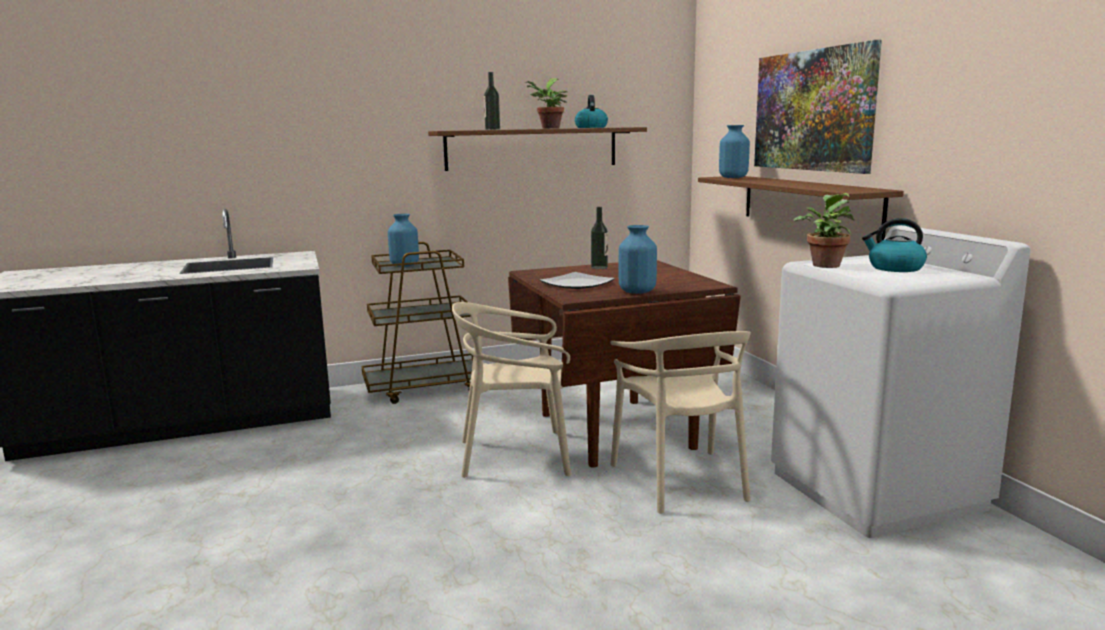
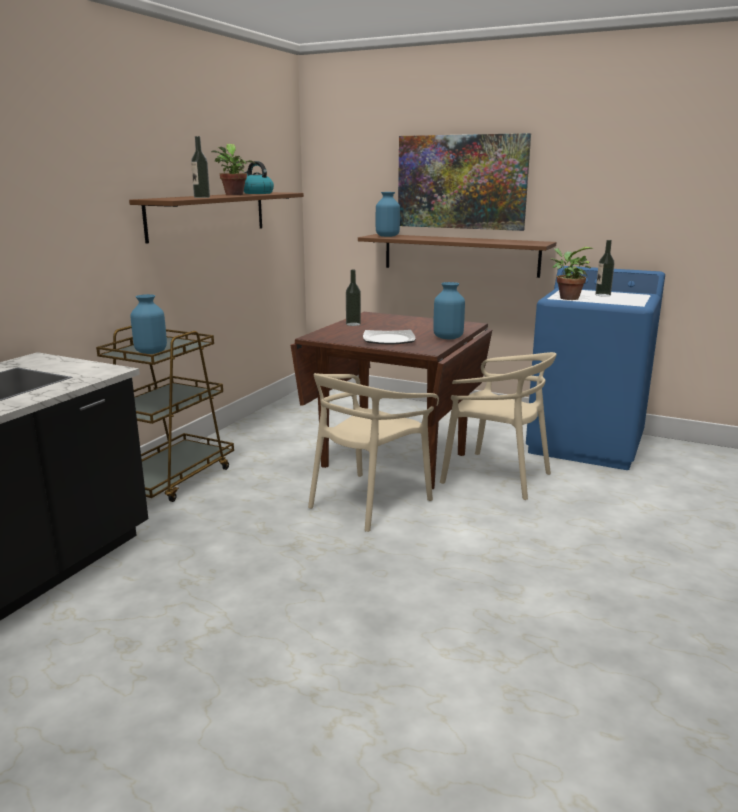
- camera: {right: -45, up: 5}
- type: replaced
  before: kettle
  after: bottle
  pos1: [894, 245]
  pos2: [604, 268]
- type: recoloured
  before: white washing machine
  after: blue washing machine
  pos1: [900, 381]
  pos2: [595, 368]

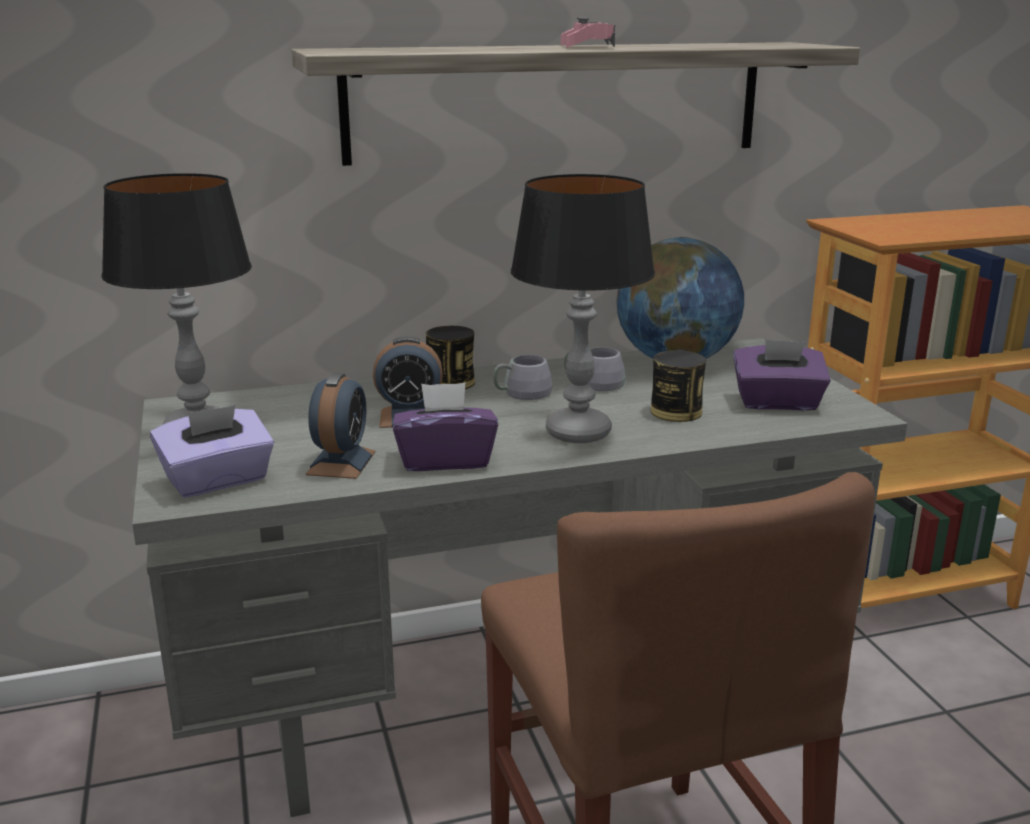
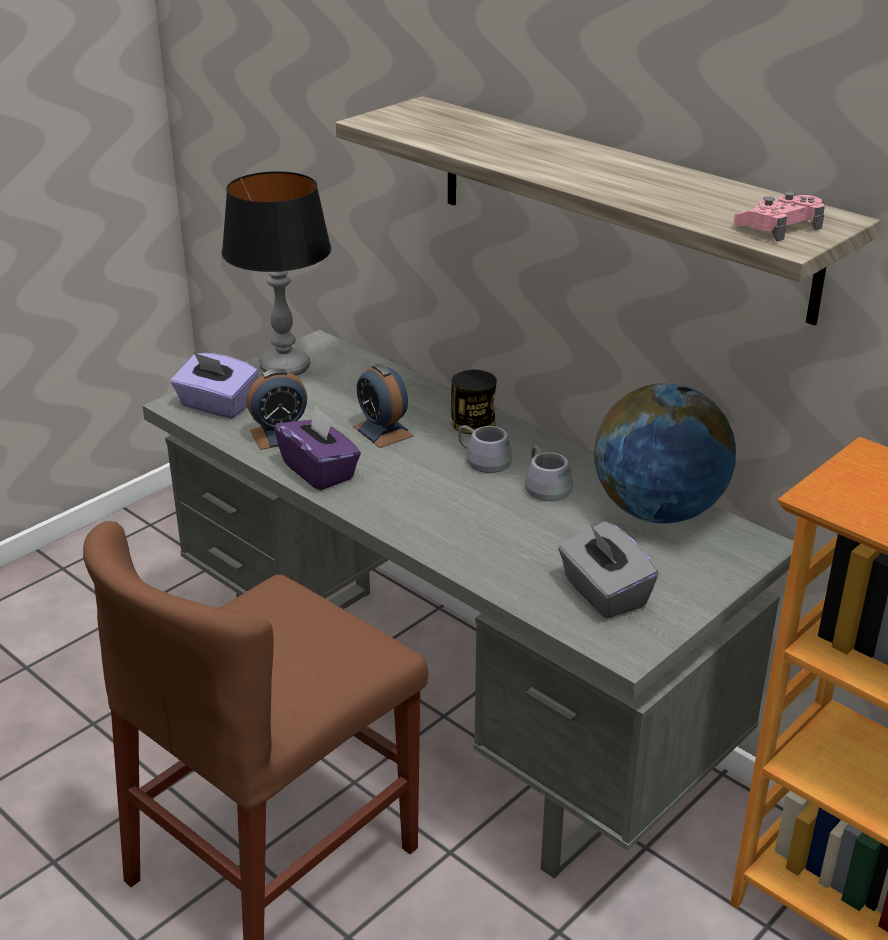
- camera: {right: 60, up: 10}
- type: removed
  before: table lamp
  pos1: [583, 308]
- type: removed
  before: can
  pos1: [678, 386]
- type: moved
  before: pink game controller
  pos1: [588, 32]
  pos2: [779, 216]
- type: recoloured
  before: purple tissue box
  after: grey tissue box
  pos1: [782, 375]
  pos2: [608, 570]

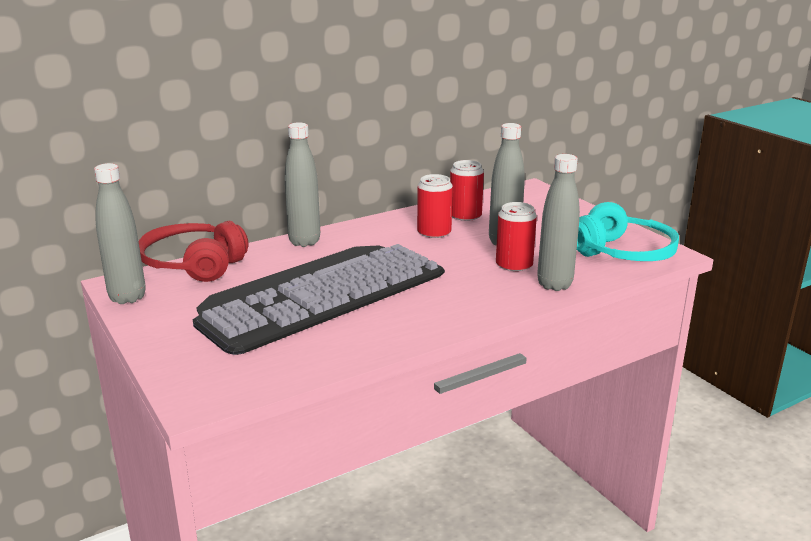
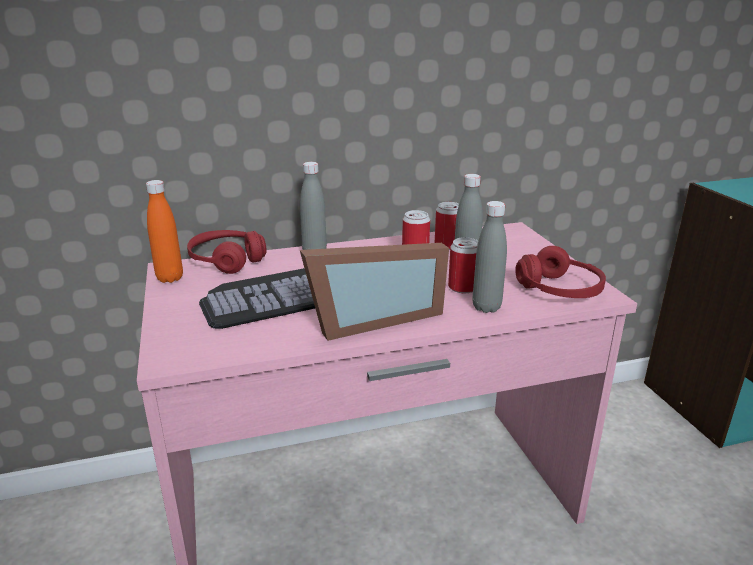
- camera: {right: 15, up: 0}
- type: added
  after: picture frame
  pos2: [374, 292]
- type: recoloured
  before: grey bottle
  after: orange bottle
  pos1: [120, 233]
  pos2: [164, 231]
- type: recoloured
  before: turquoise headphones
  after: red headphones
  pos1: [628, 231]
  pos2: [561, 272]

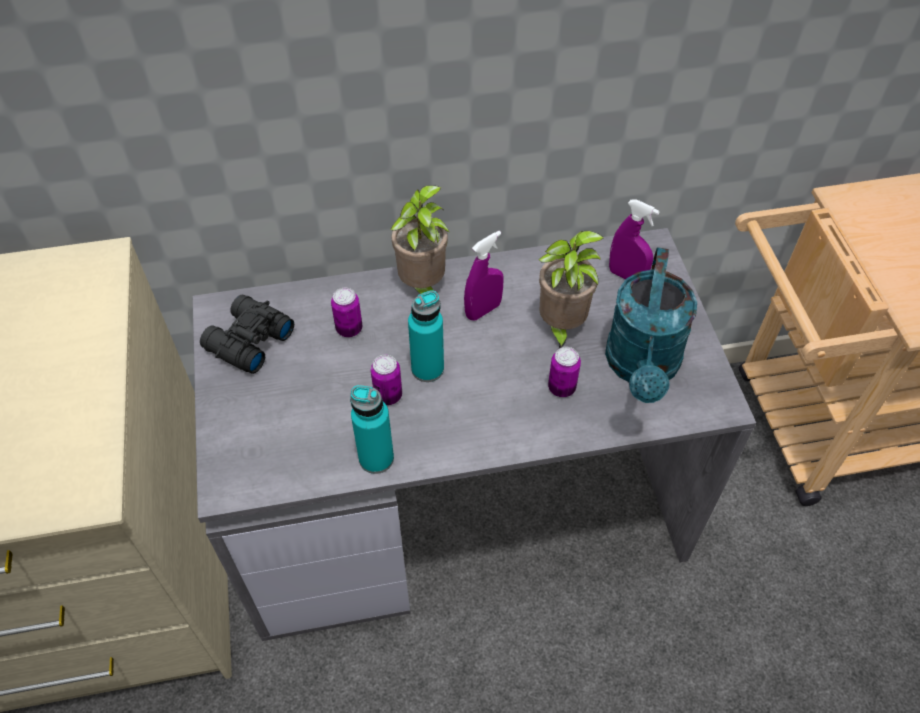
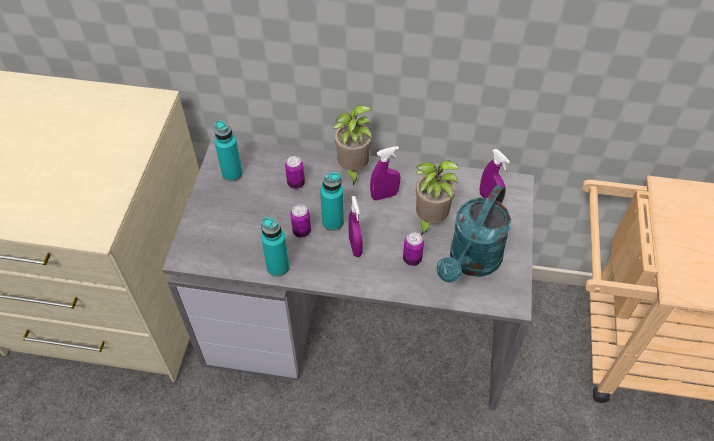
- camera: {right: 20, up: 0}
- type: added
  after: purple spray bottle
  pos2: [355, 226]
- type: replaced
  before: black binoculars
  after: turquoise bottle
  pos1: [247, 334]
  pos2: [228, 151]

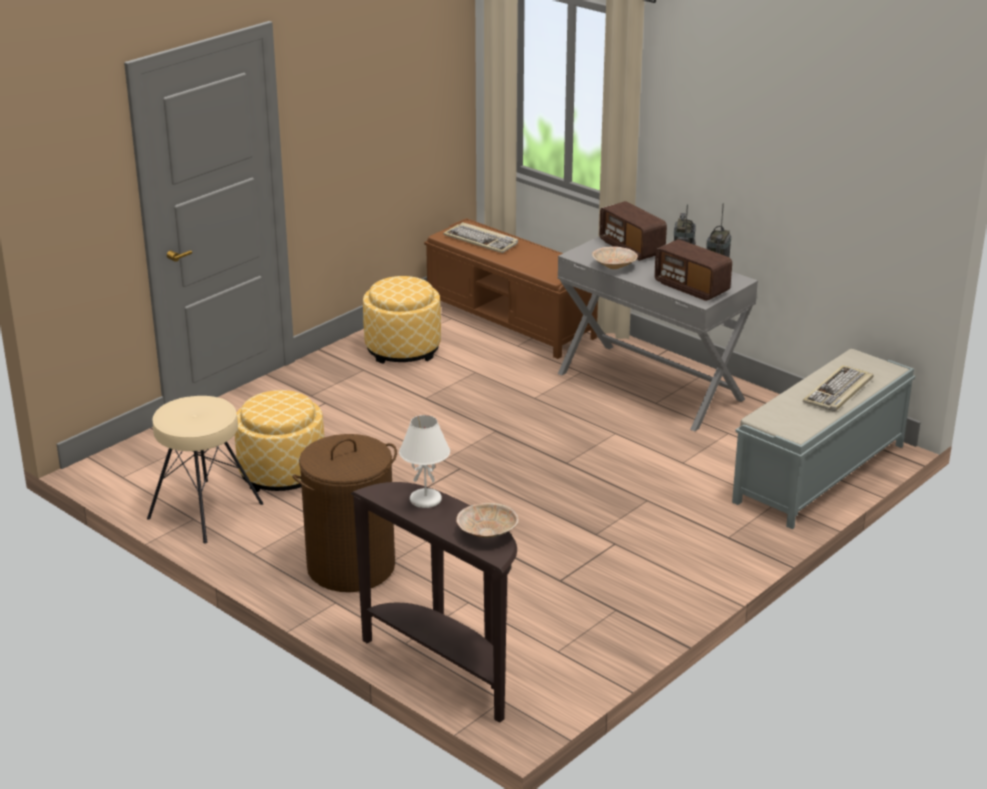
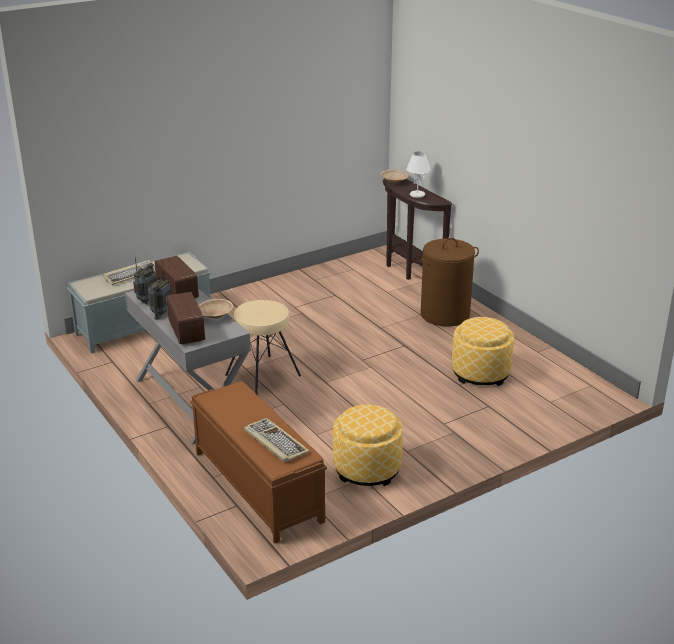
- camera: {right: -165, up: 0}
- type: moved
  before: beige stool
  pos1: [205, 470]
  pos2: [263, 347]

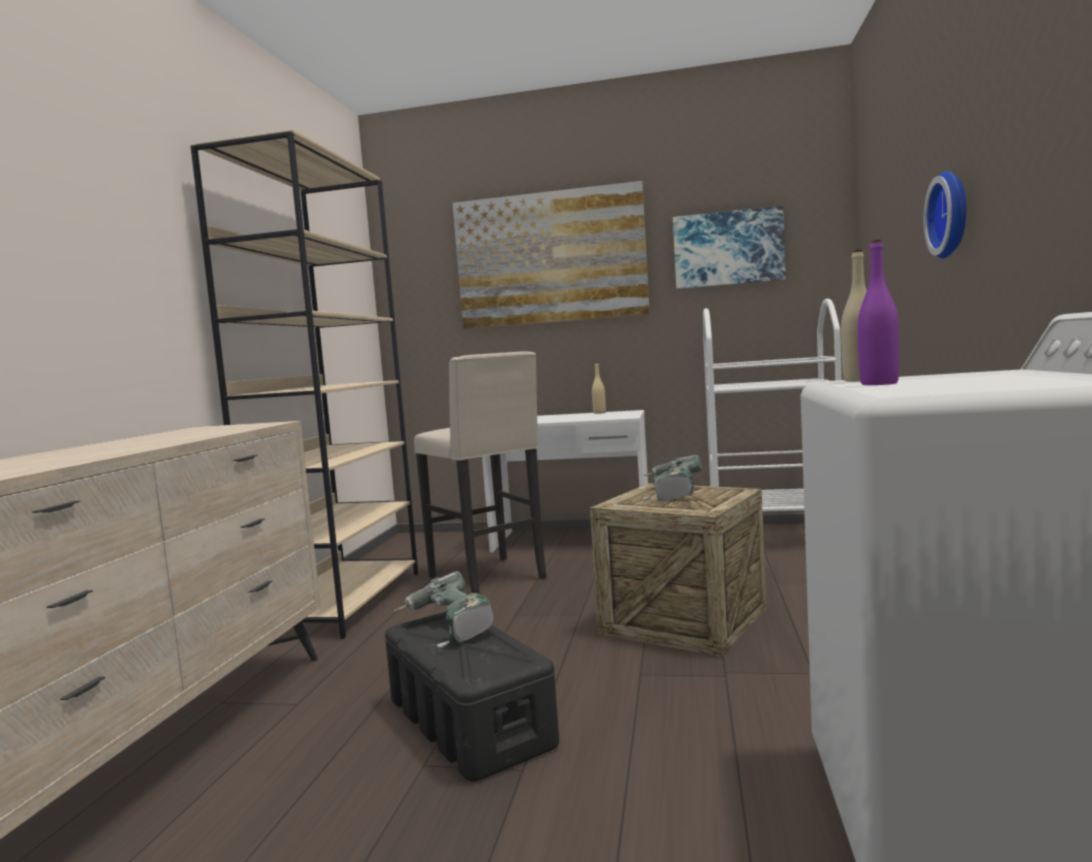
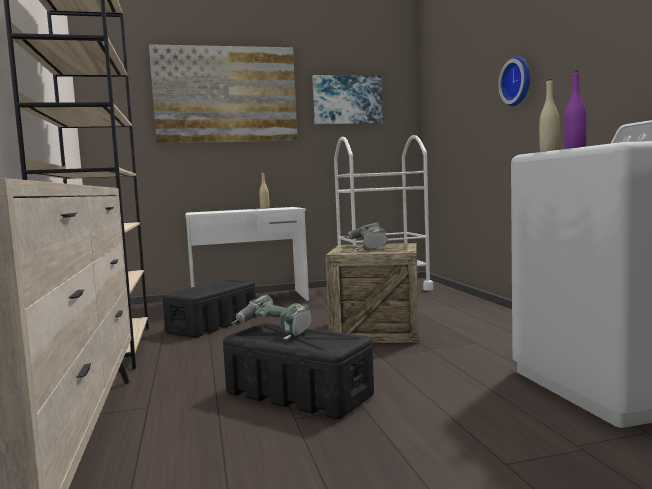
- camera: {right: -25, up: 0}
- type: replaced
  before: beige stool
  after: black storage box
  pos1: [480, 472]
  pos2: [209, 308]

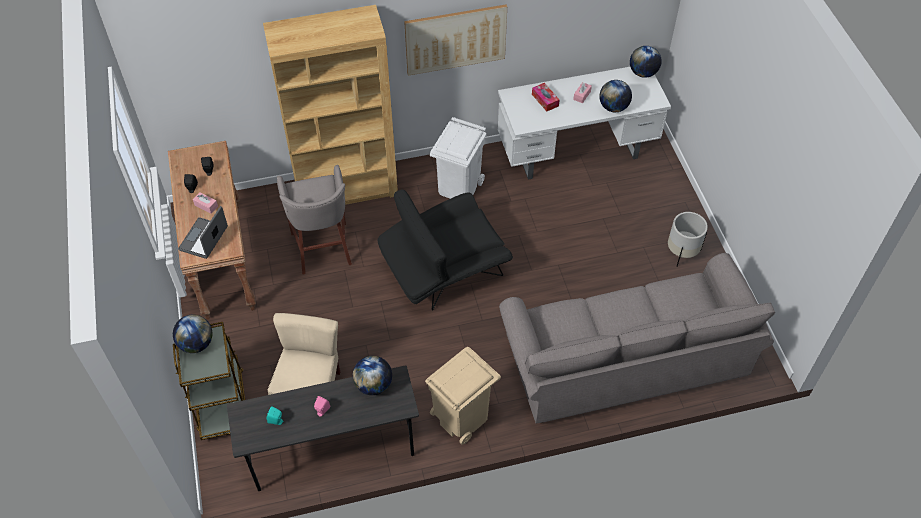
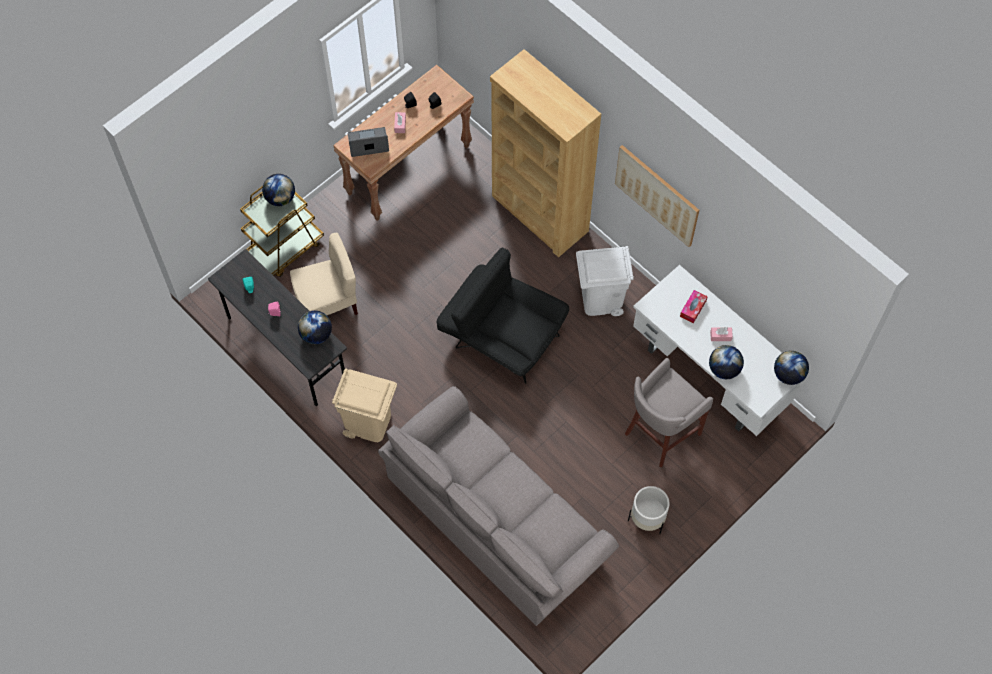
- camera: {right: 60, up: 10}
- type: moved
  before: grey stool
  pos1: [314, 220]
  pos2: [669, 413]

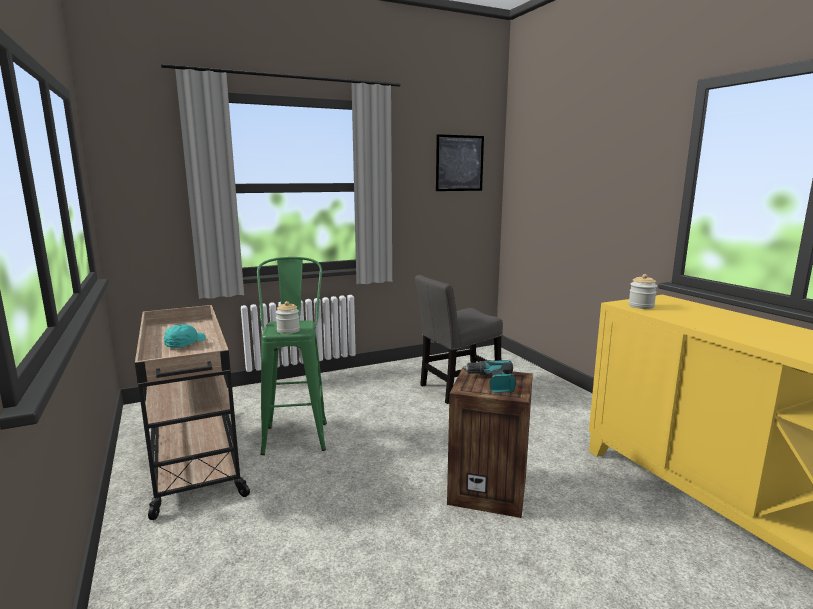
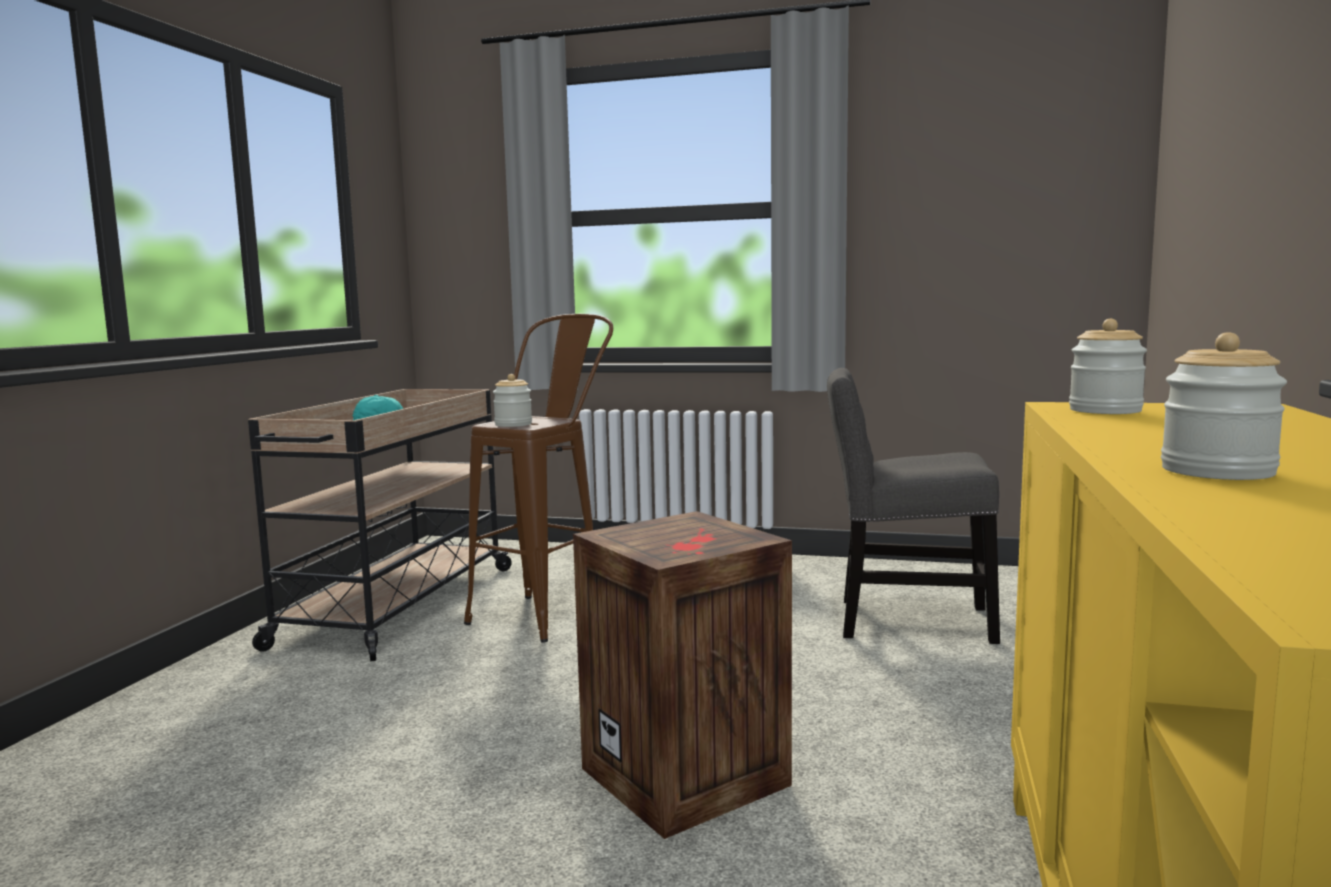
- camera: {right: 40, up: -5}
- type: removed
  before: picture
  pos1: [460, 162]
- type: removed
  before: power drill
  pos1: [488, 376]
- type: added
  after: jar
  pos2: [1224, 406]
- type: recoloured
  before: green stool
  after: brown stool
  pos1: [292, 356]
  pos2: [538, 478]

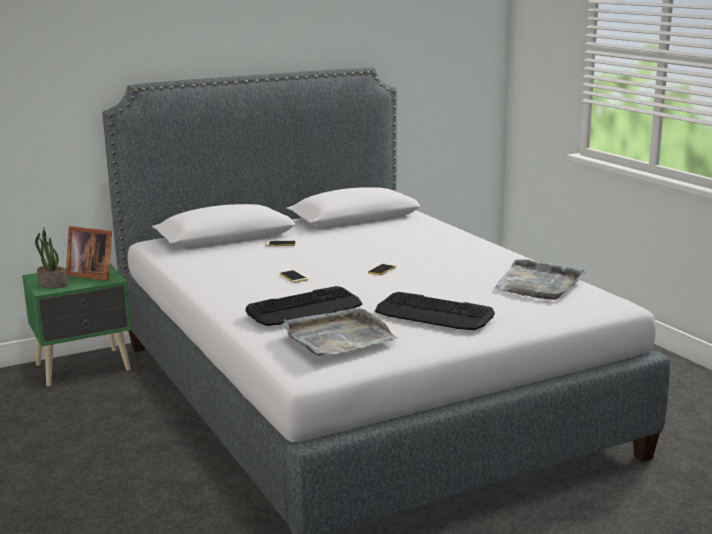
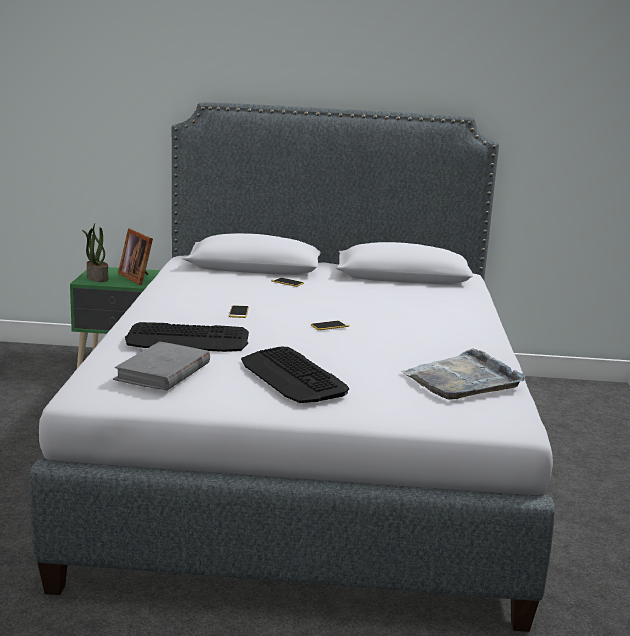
- camera: {right: 30, up: 0}
- type: replaced
  before: grey tray
  after: grey book
  pos1: [340, 332]
  pos2: [161, 366]

